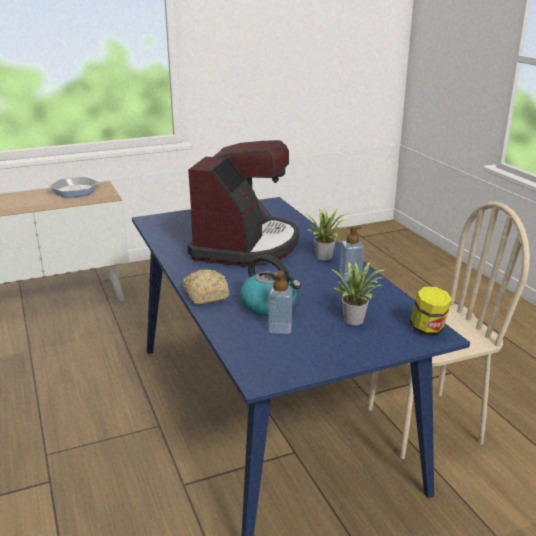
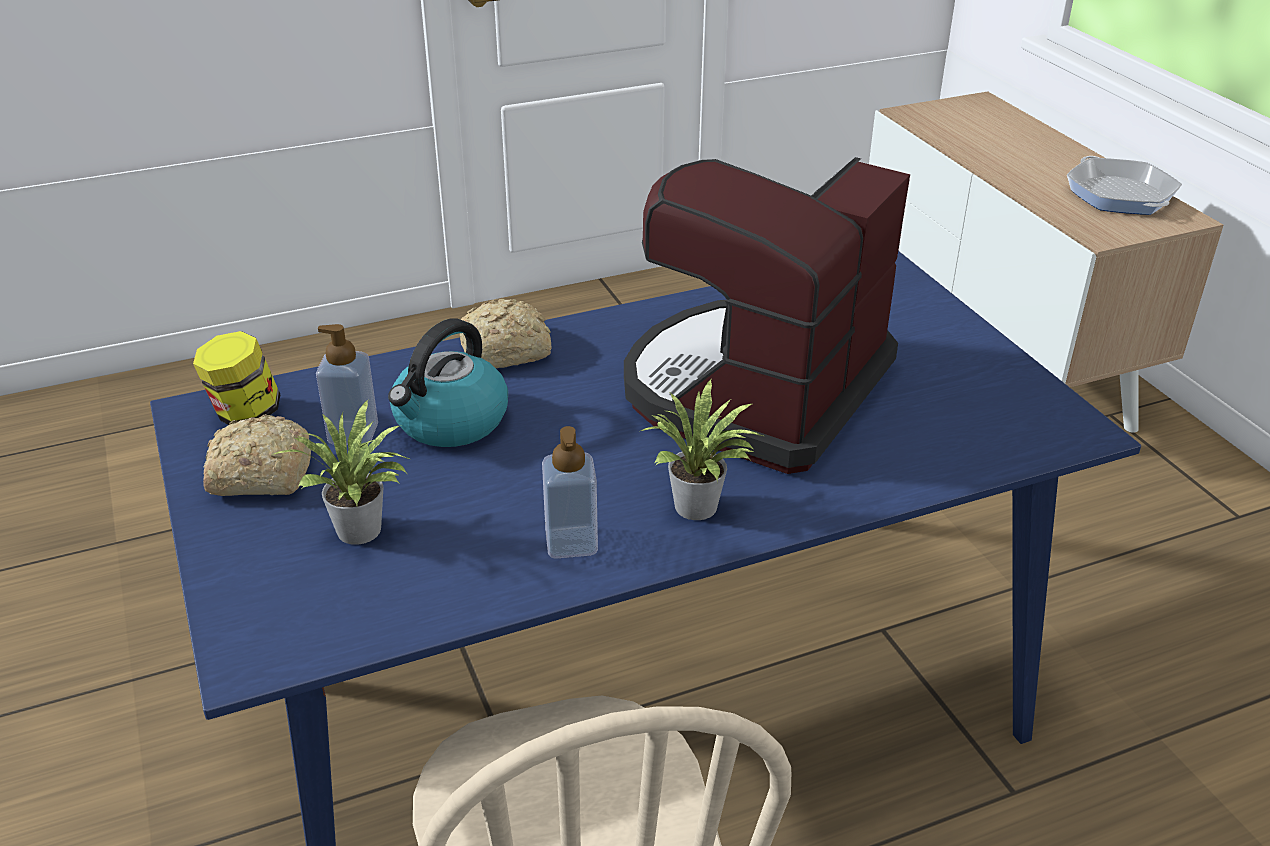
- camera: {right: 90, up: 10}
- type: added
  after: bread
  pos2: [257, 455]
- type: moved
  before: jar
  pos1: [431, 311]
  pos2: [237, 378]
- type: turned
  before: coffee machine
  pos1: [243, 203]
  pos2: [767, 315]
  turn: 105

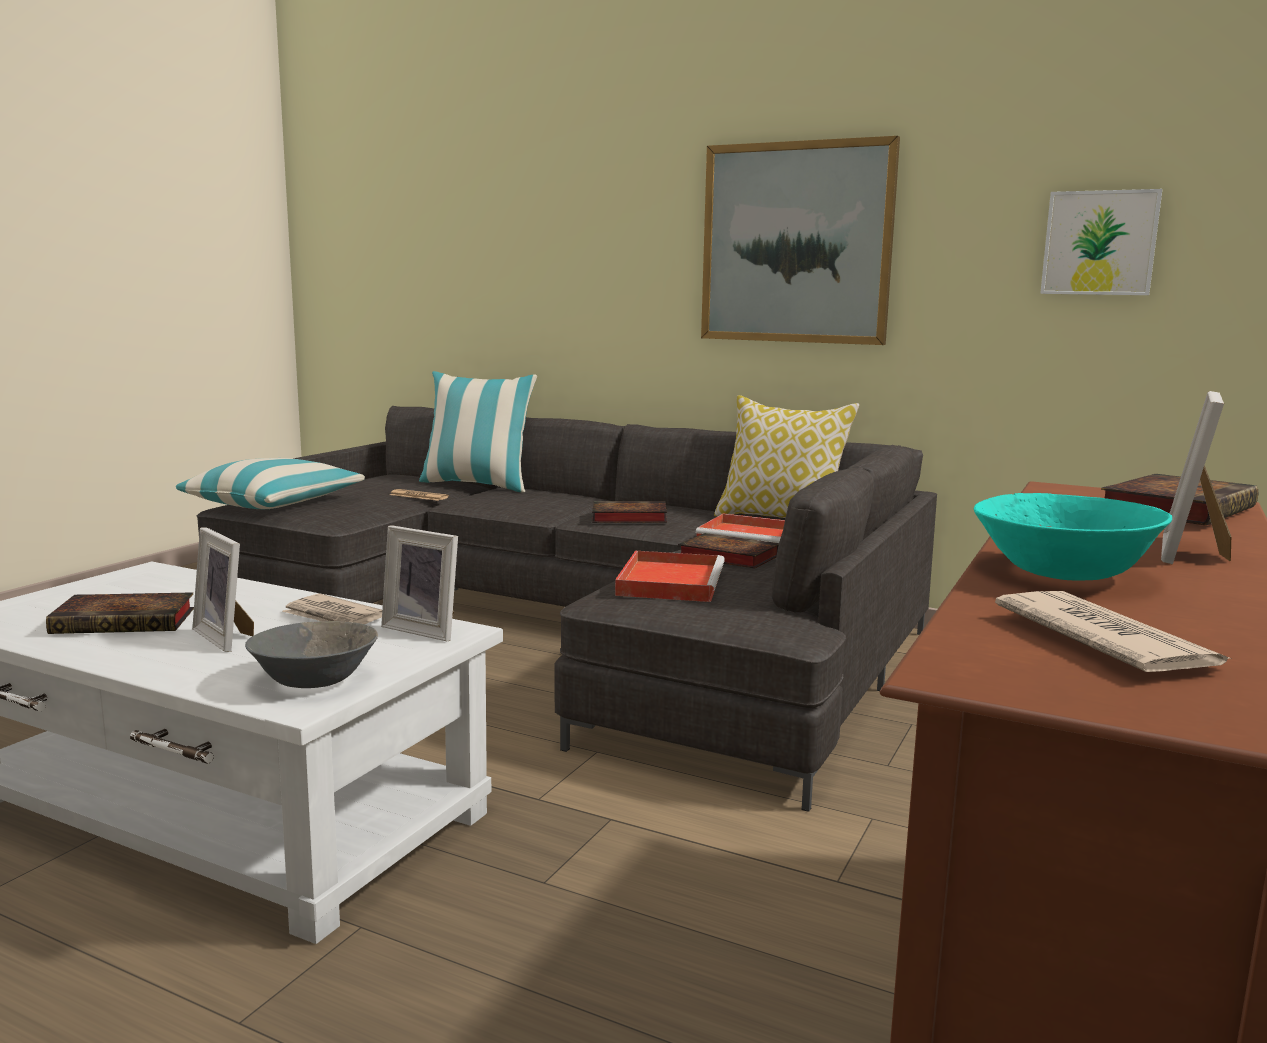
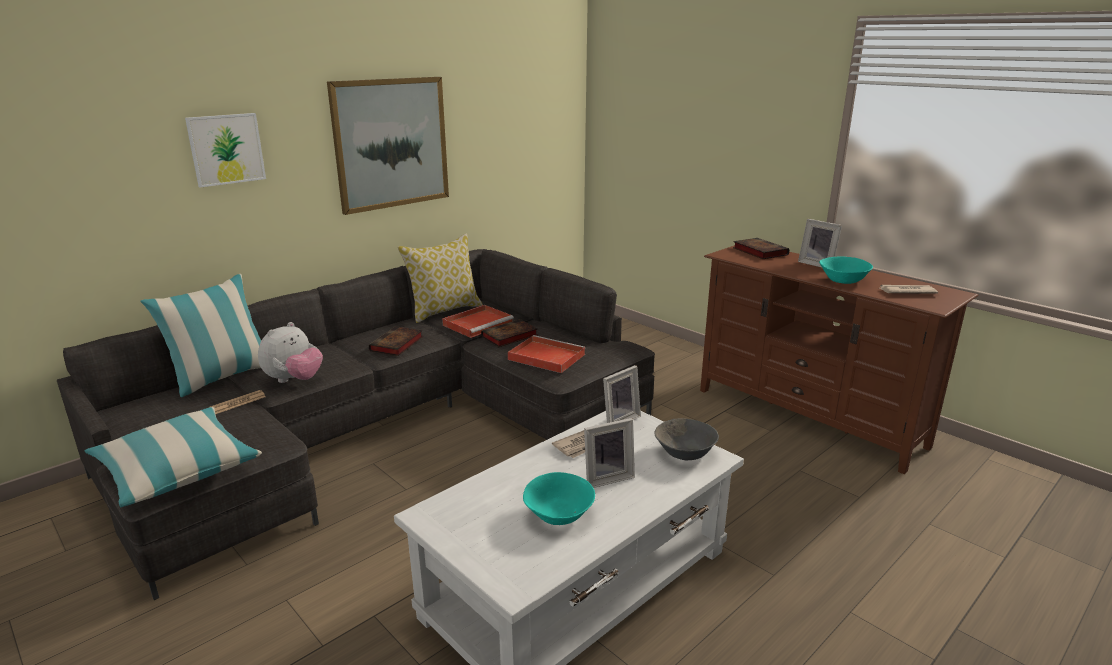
- camera: {right: -70, up: 10}
- type: added
  after: plush toy
  pos2: [290, 352]
- type: moved
  before: picture
  pos1: [1101, 242]
  pos2: [225, 150]
- type: replaced
  before: book
  after: turquoise bowl
  pos1: [120, 613]
  pos2: [559, 498]

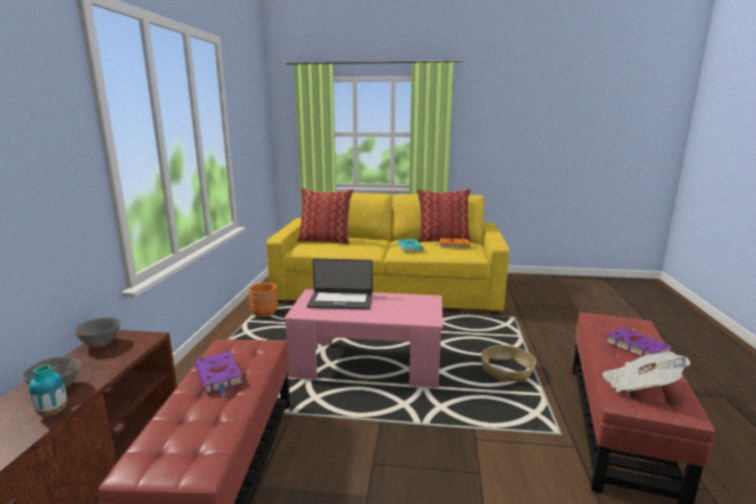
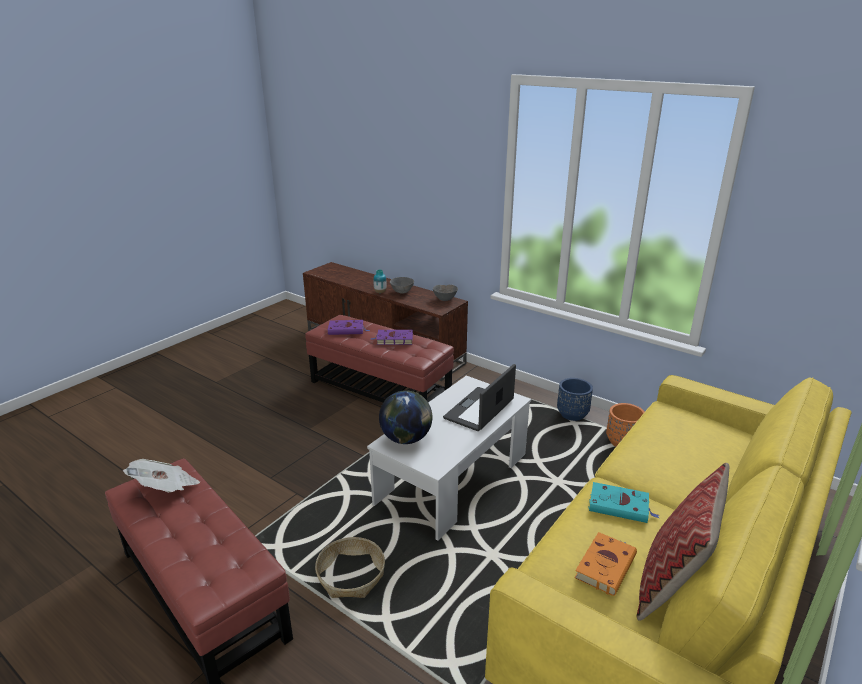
- camera: {right: 120, up: 10}
- type: removed
  before: pillow
  pos1: [325, 216]
- type: added
  after: globe
  pos2: [405, 417]
- type: added
  after: blue planter
  pos2: [575, 399]
- type: moved
  before: purple book
  pos1: [639, 342]
  pos2: [348, 327]
- type: recoloured
  before: pink coffee table
  after: white coffee table
  pos1: [363, 338]
  pos2: [449, 458]

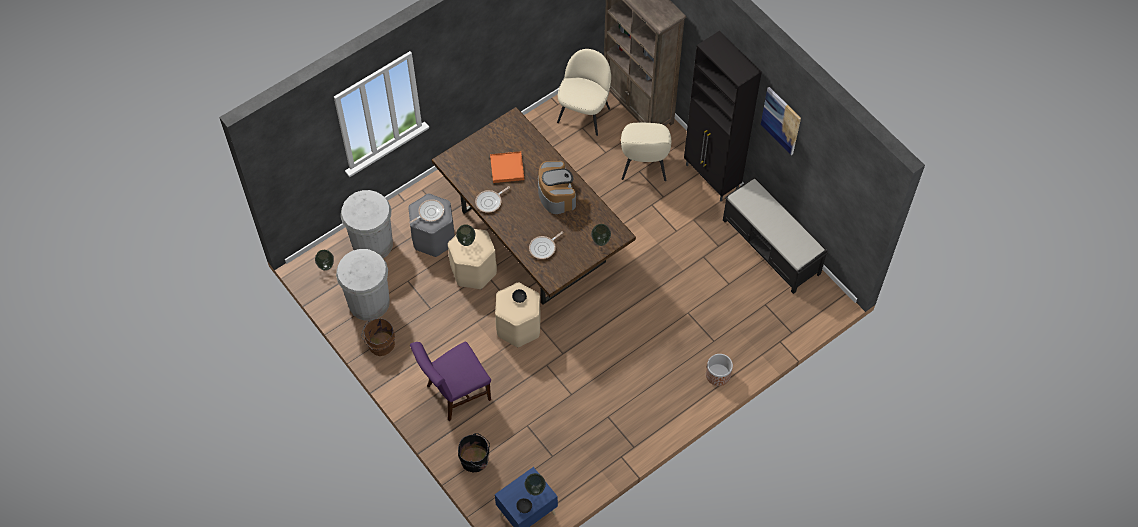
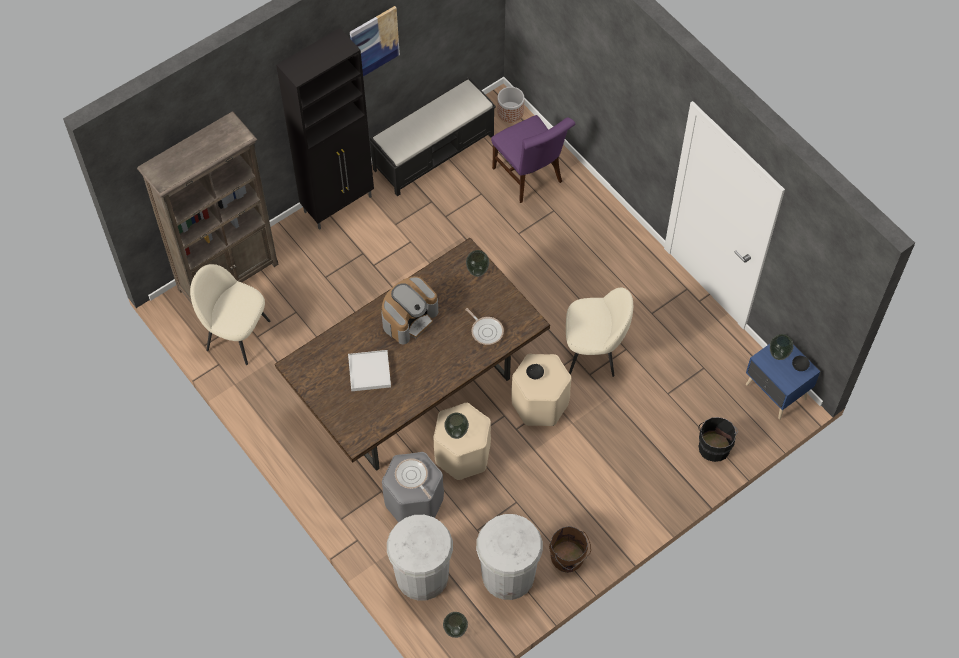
- camera: {right: -90, up: 0}
- type: removed
  before: frying pan
  pos1: [492, 199]
- type: moved
  before: purple chair
  pos1: [450, 381]
  pos2: [533, 159]
- type: moved
  before: beige chair
  pos1: [646, 152]
  pos2: [599, 332]
- type: moved
  before: planter
  pos1: [719, 370]
  pos2: [510, 104]
- type: recoloured
  before: orange tray
  after: white tray
  pos1: [507, 167]
  pos2: [369, 370]
- type: turned
  before: coffee machine
  pos1: [557, 187]
  pos2: [410, 310]
  turn: 150

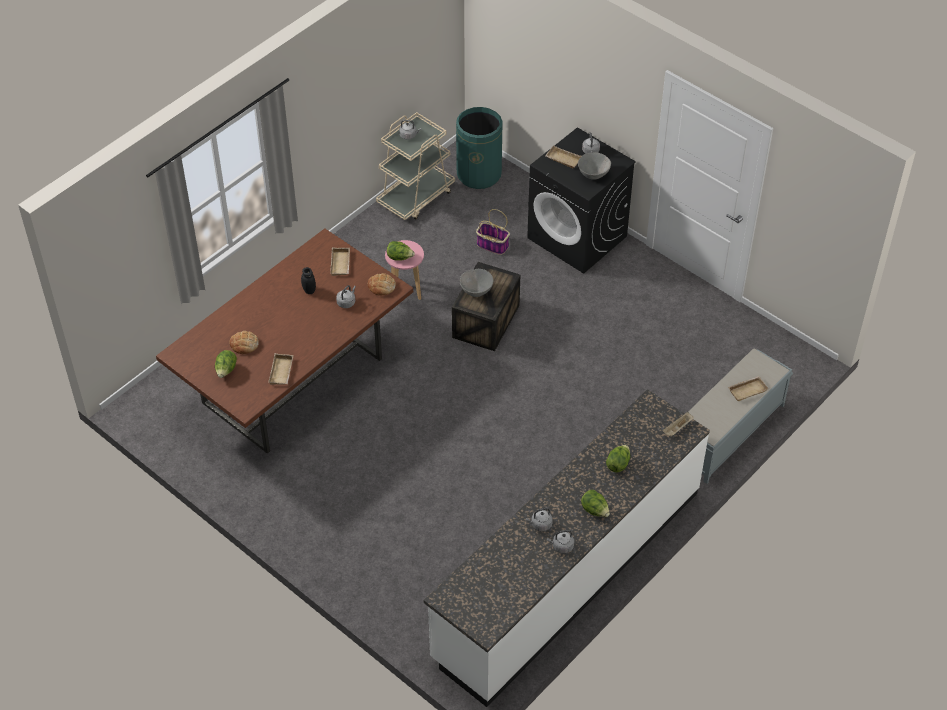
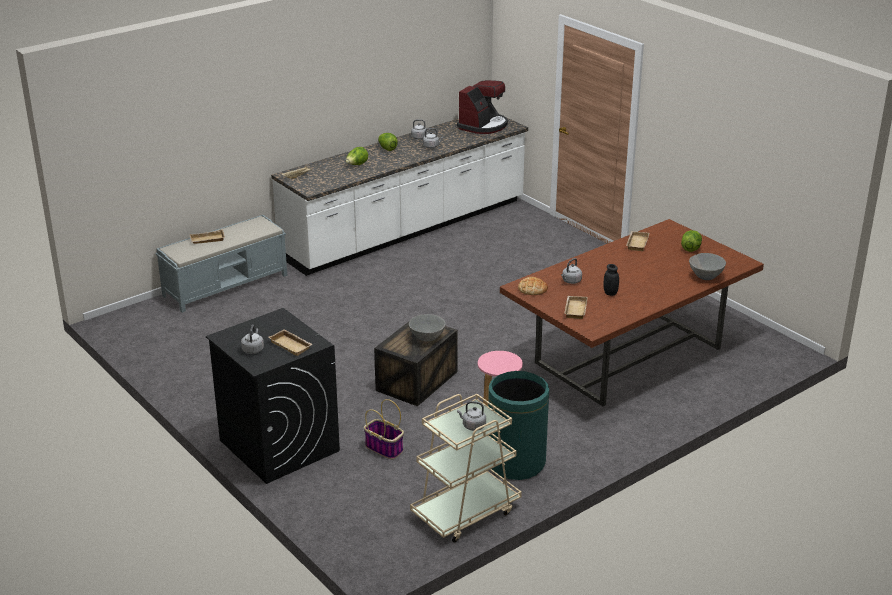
- camera: {right: -170, up: -20}
- type: removed
  before: bread
  pos1: [244, 342]
- type: removed
  before: lettuce
  pos1: [401, 251]
- type: added
  after: coffee machine
  pos2: [482, 107]
- type: moved
  before: green trash can
  pos1: [479, 148]
  pos2: [518, 425]
- type: moved
  before: grey bowl
  pos1: [594, 166]
  pos2: [707, 266]

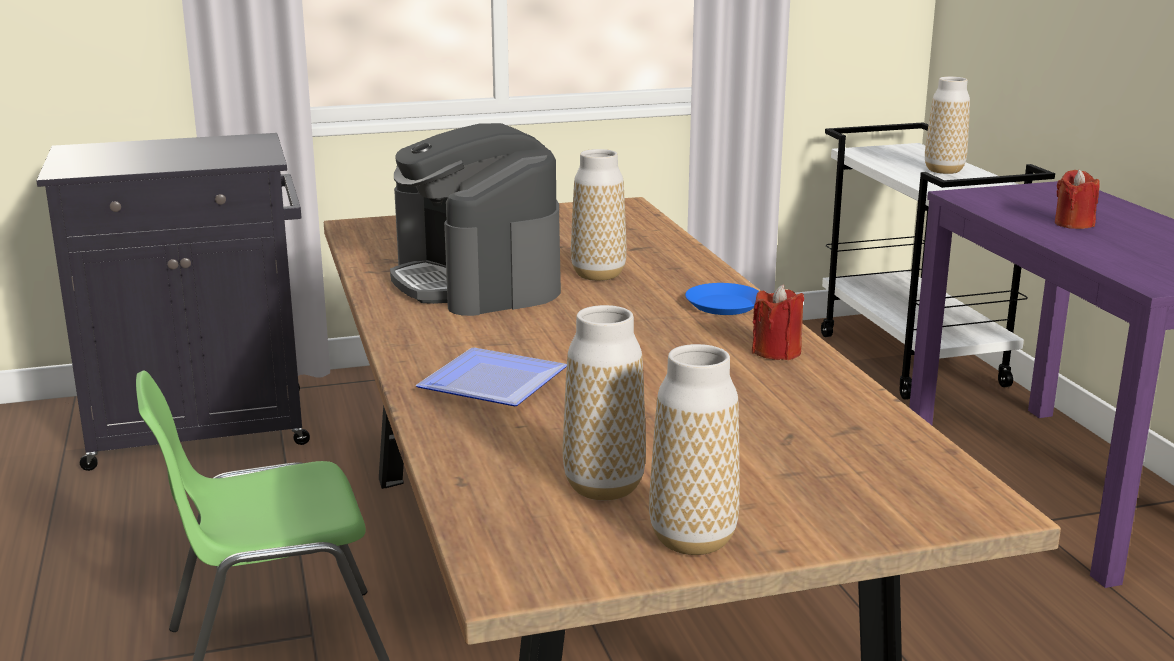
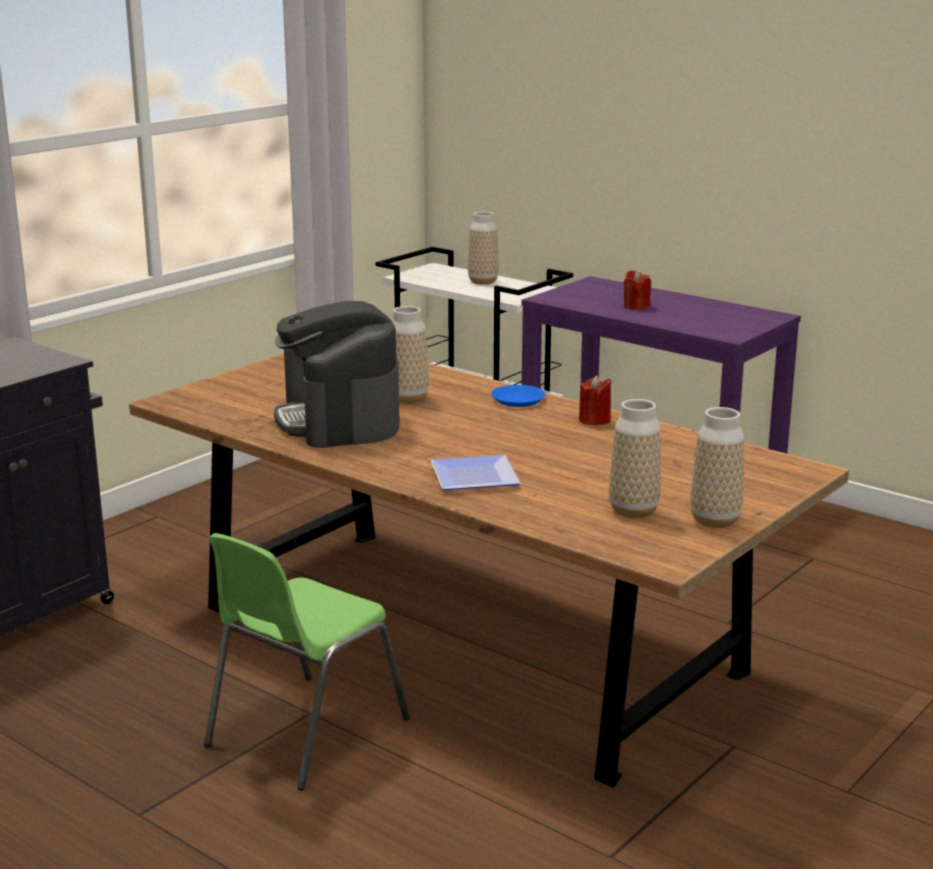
- camera: {right: -35, up: 0}
- type: turned
  before: coffee machine
  pos1: [475, 219]
  pos2: [337, 374]
  turn: 45

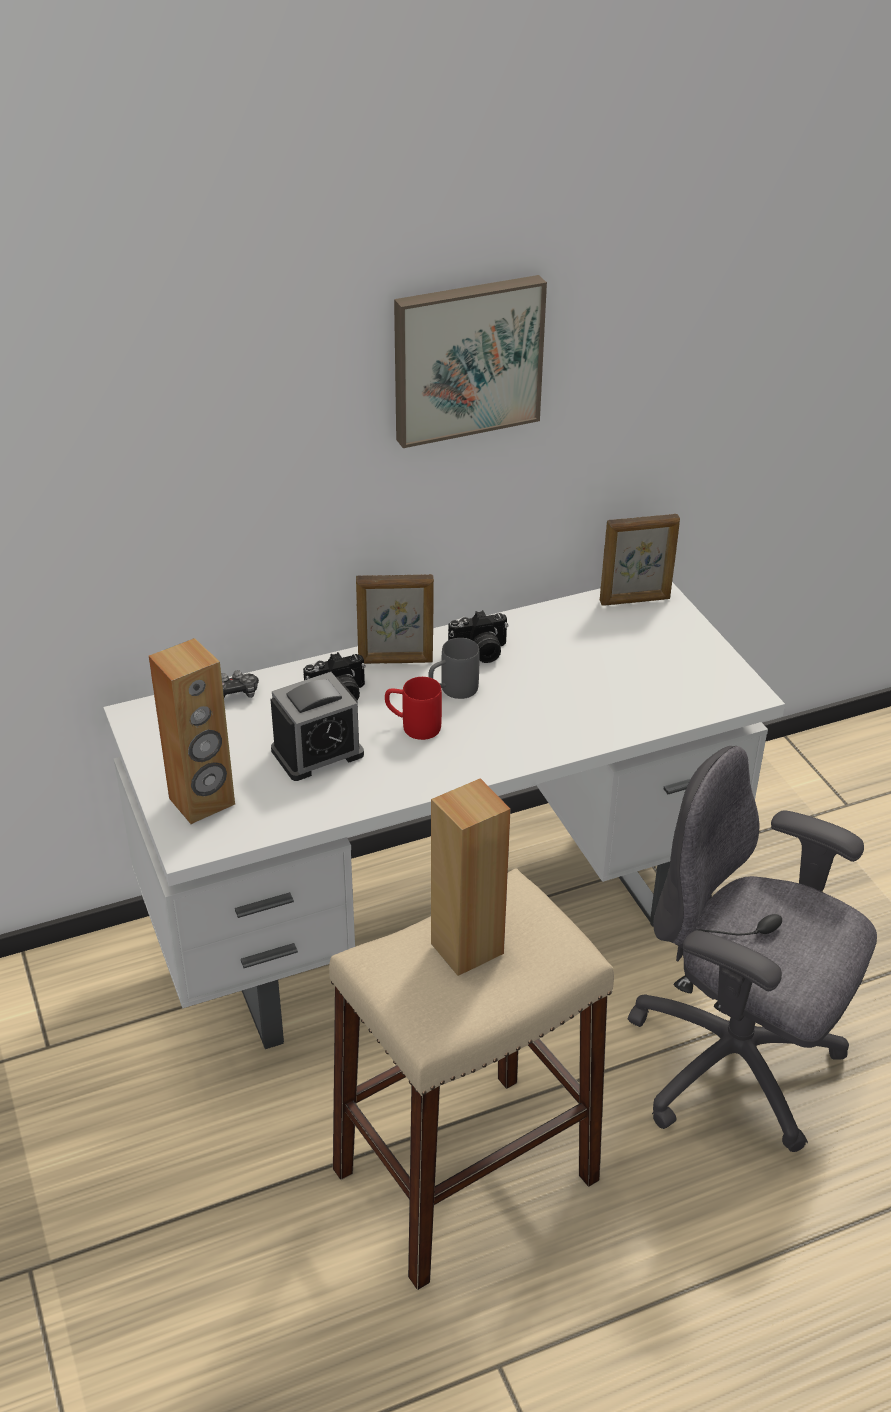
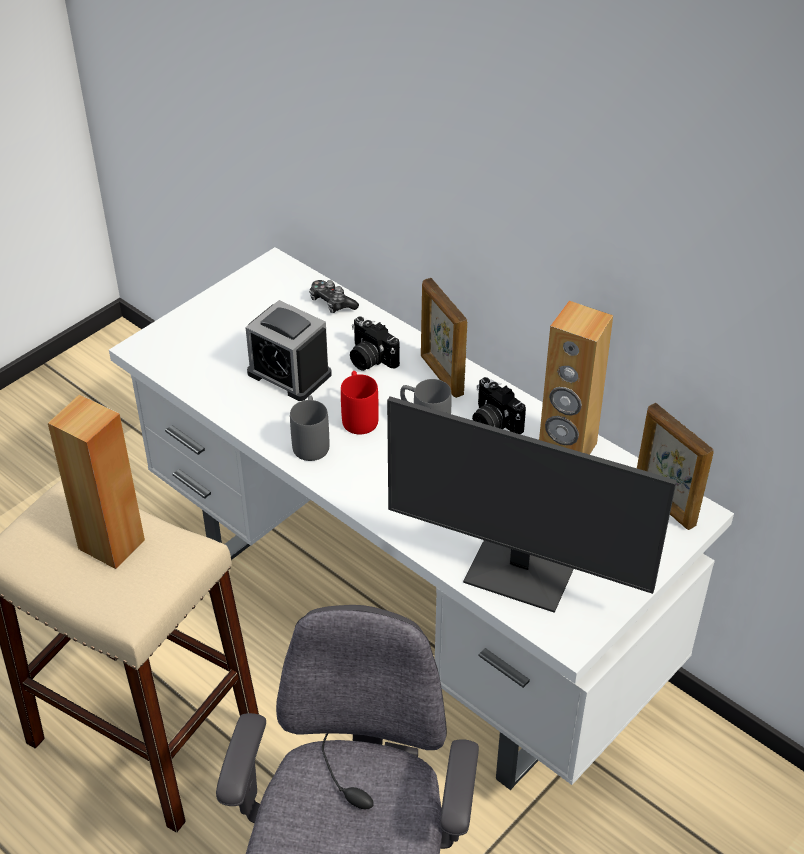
- camera: {right: 65, up: 5}
- type: removed
  before: picture
  pos1: [470, 361]
- type: added
  after: grey mug
  pos2: [309, 428]
- type: added
  after: monitor
  pos2: [532, 504]
- type: moved
  before: brown speaker
  pos1: [192, 731]
  pos2: [576, 378]

